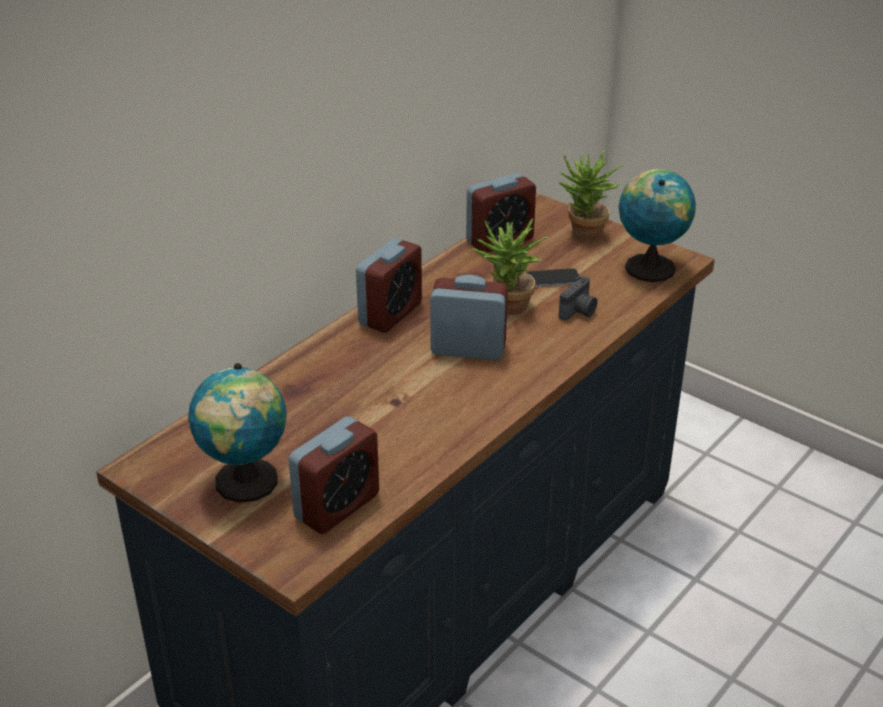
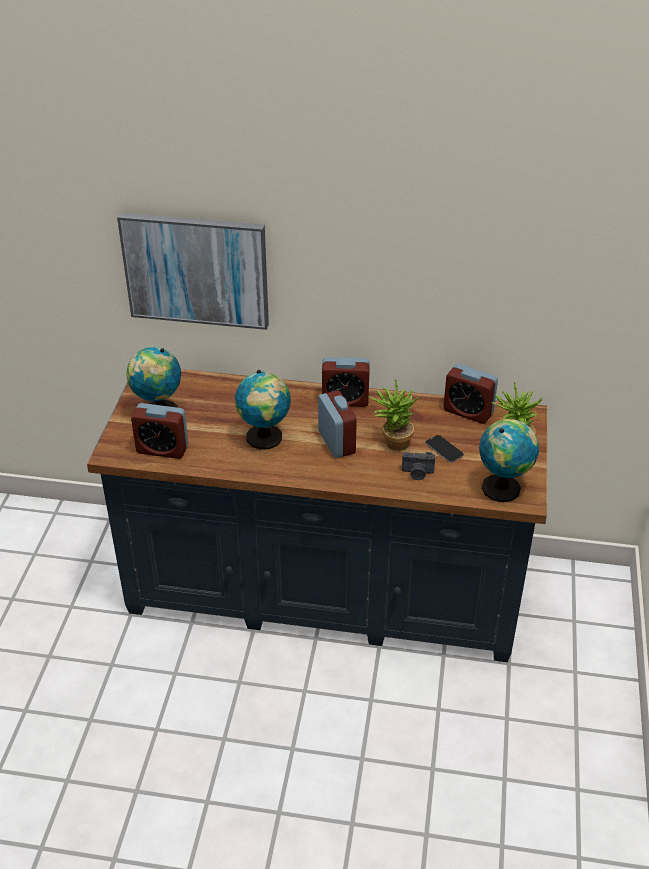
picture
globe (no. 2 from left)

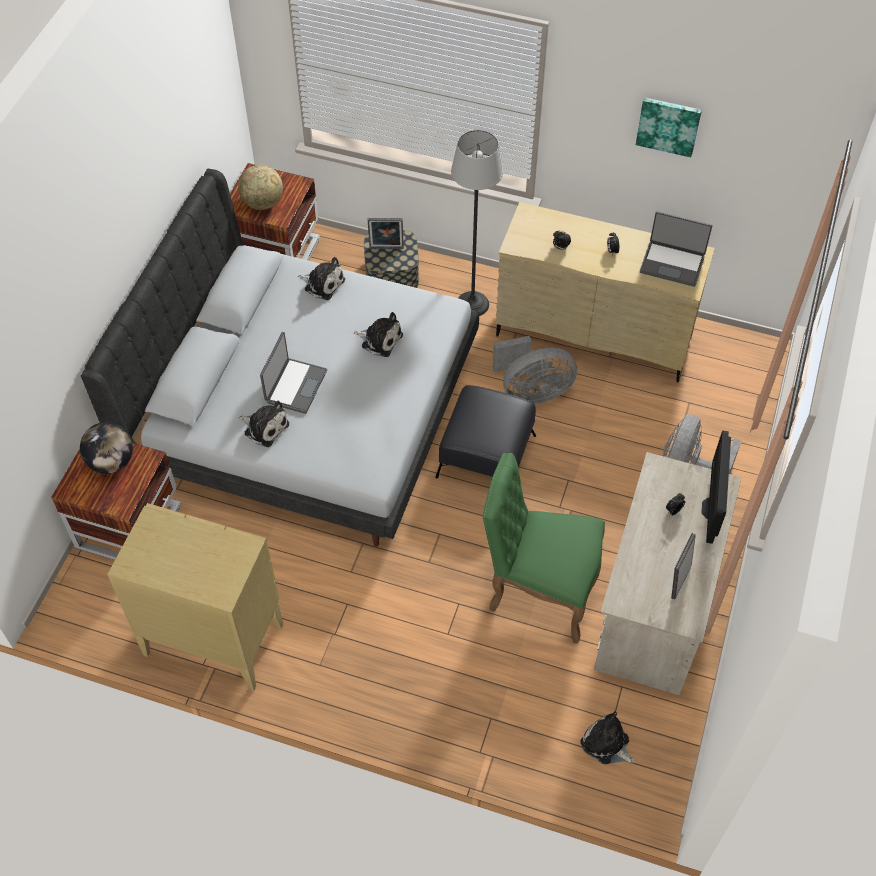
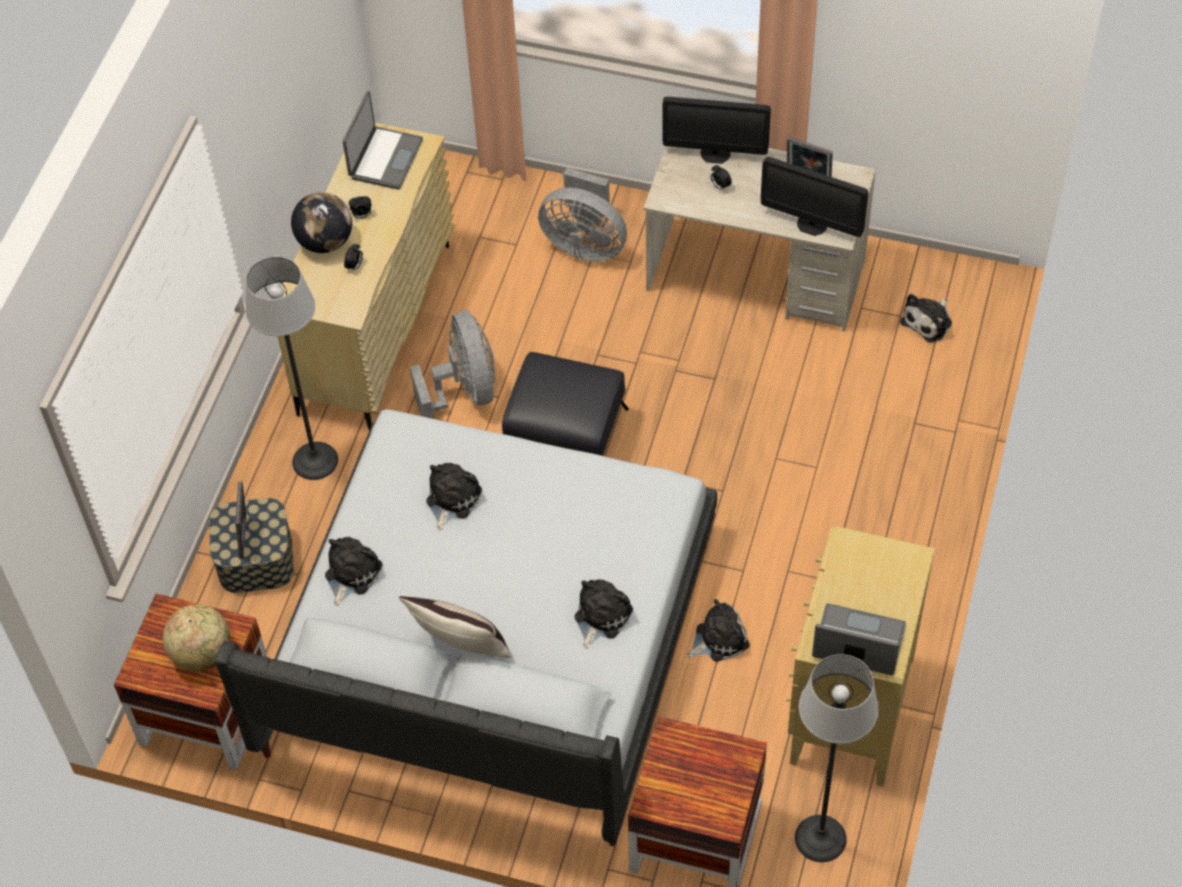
chair/green
picture
pillow
plush toy (no. 4 from left)
monitor (no. 2 from left)
floor lamp (no. 2 from left)
globe (no. 2 from left)
laptop (no. 2 from left)

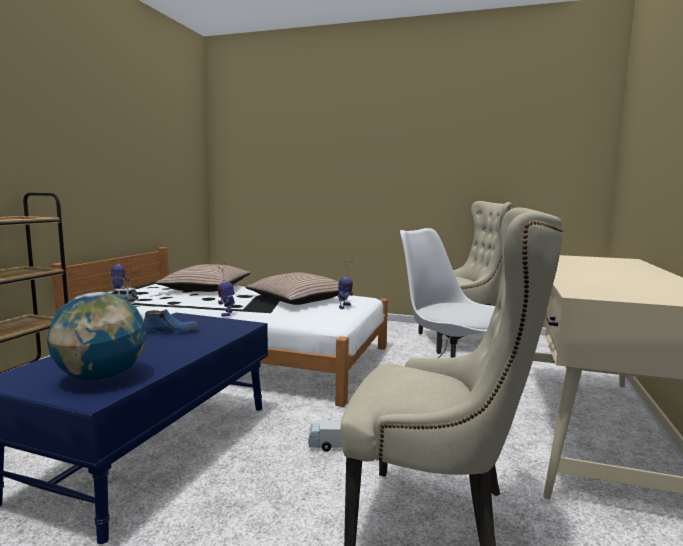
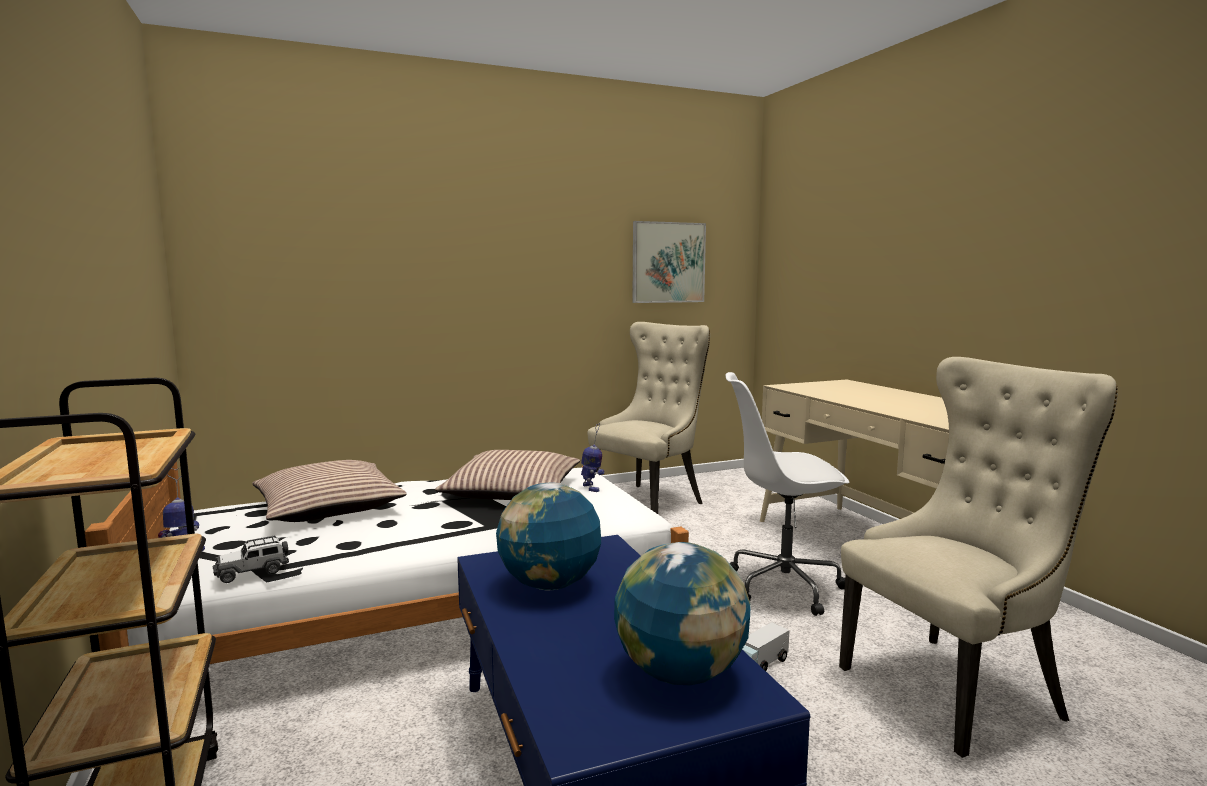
toy robot (no. 2 from left in the first image)
picture
globe (no. 1 from left)

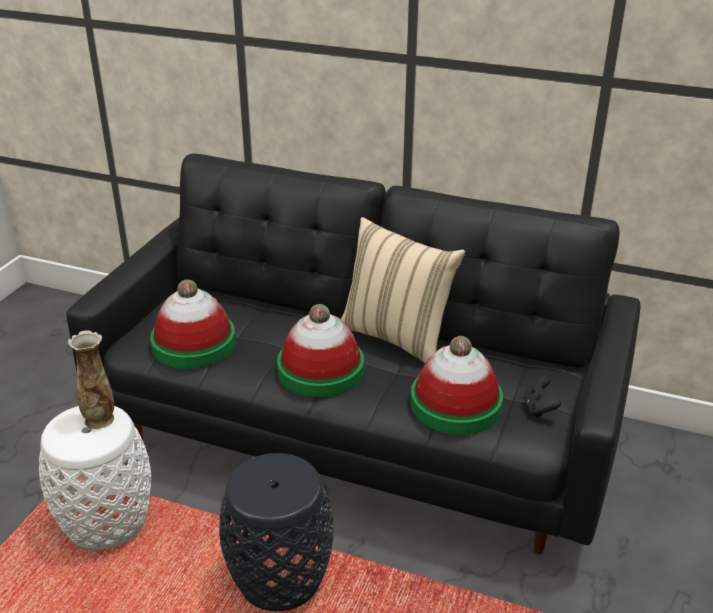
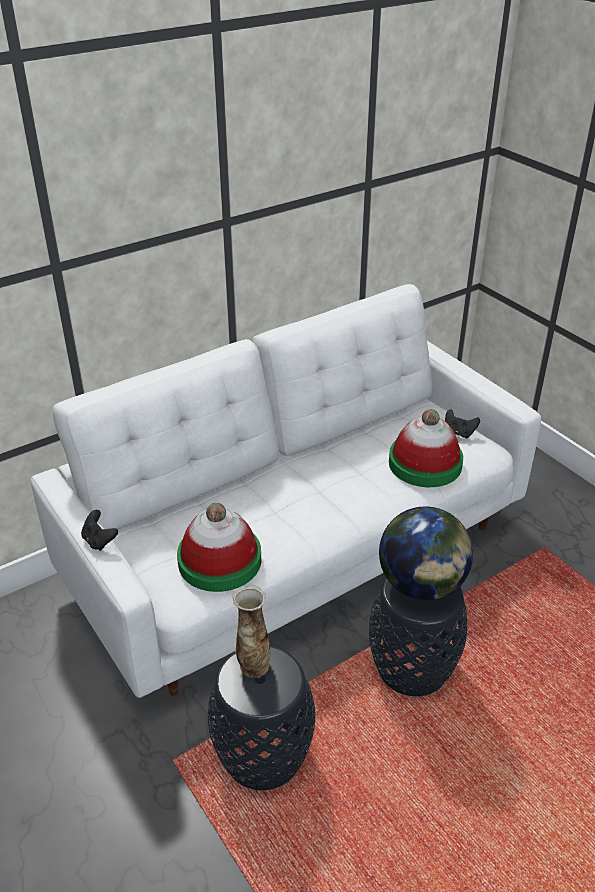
hat (no. 2 from left in the first image)
pillow/beige
game controller/black (no. 1 from left)
globe
stool/black (no. 1 from left)
sofa/white

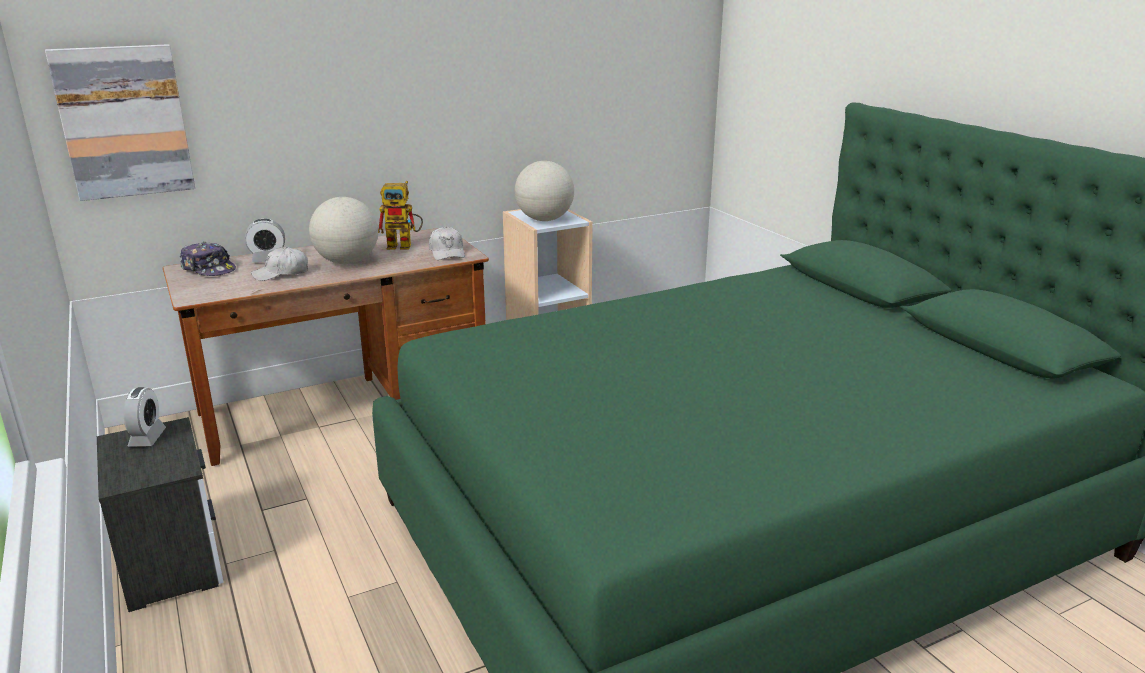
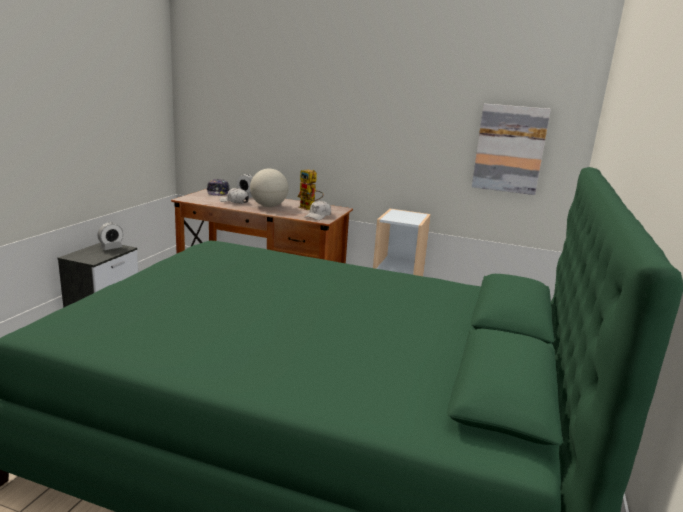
globe (no. 2 from left in the first image)
picture

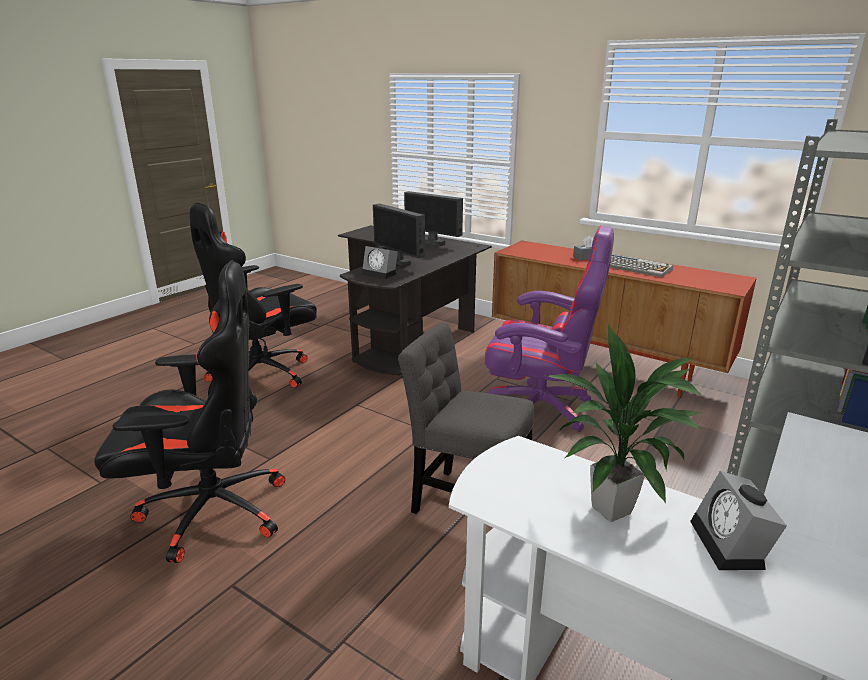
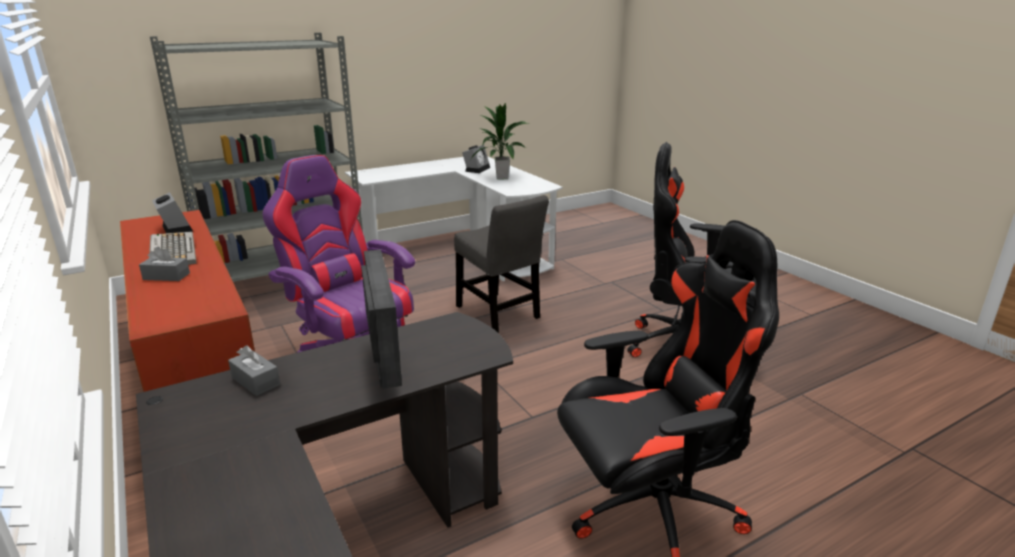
monitor (no. 2 from left in the first image)
tissue box/grey (no. 2 from left)
alarm clock (no. 1 from left)

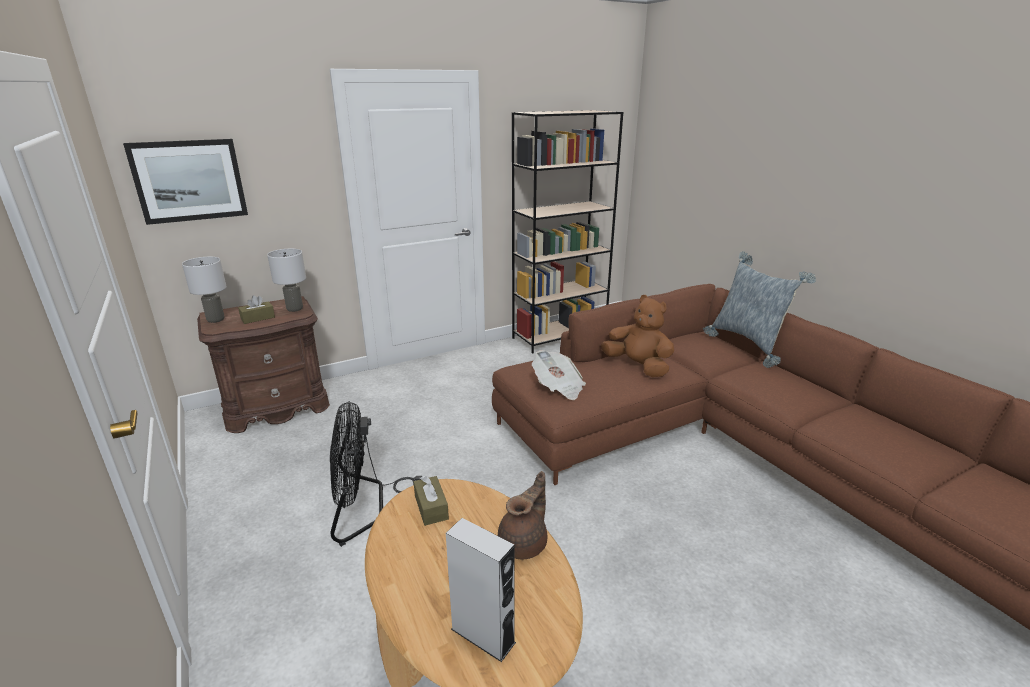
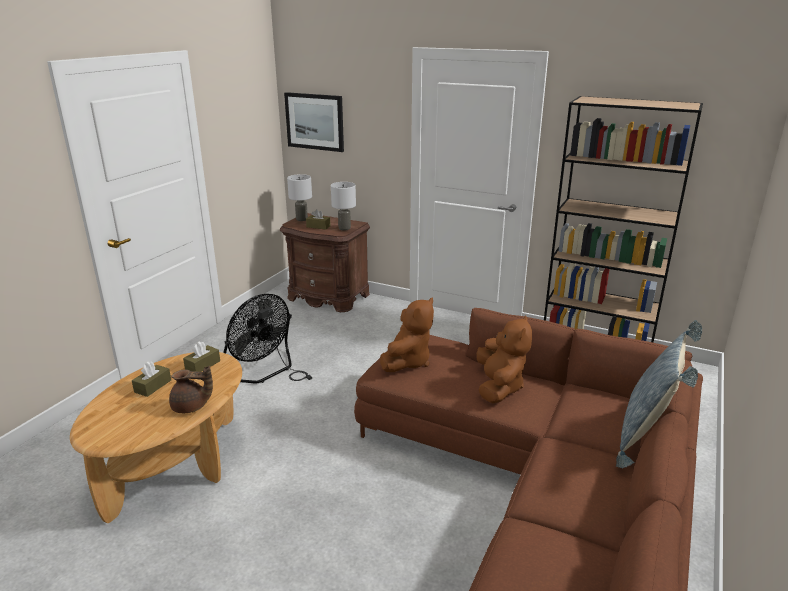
speaker/grey
tissue box/brown (no. 1 from left)
plush toy/brown (no. 1 from left)

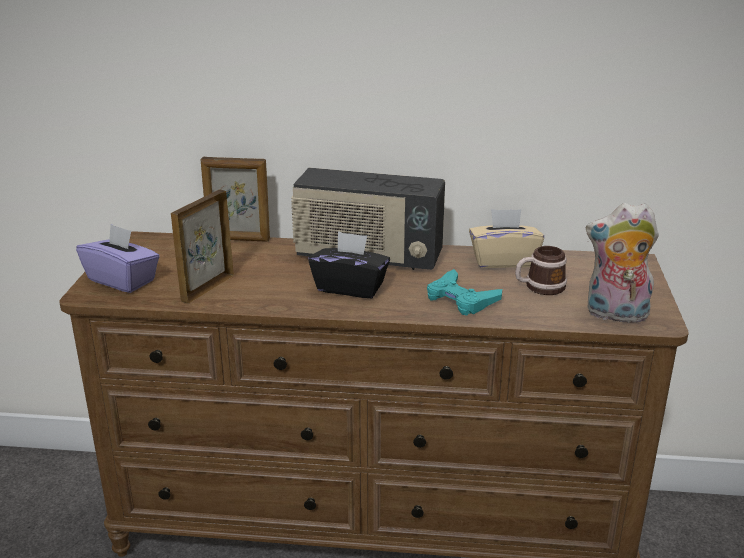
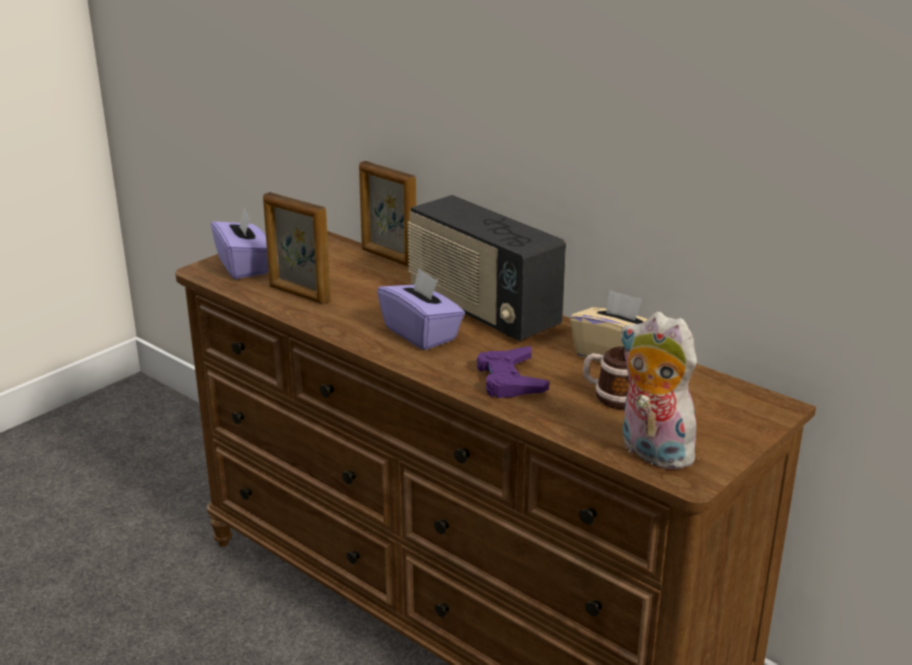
tissue box/purple (no. 2 from left)
game controller/purple
picture frame (no. 1 from left)

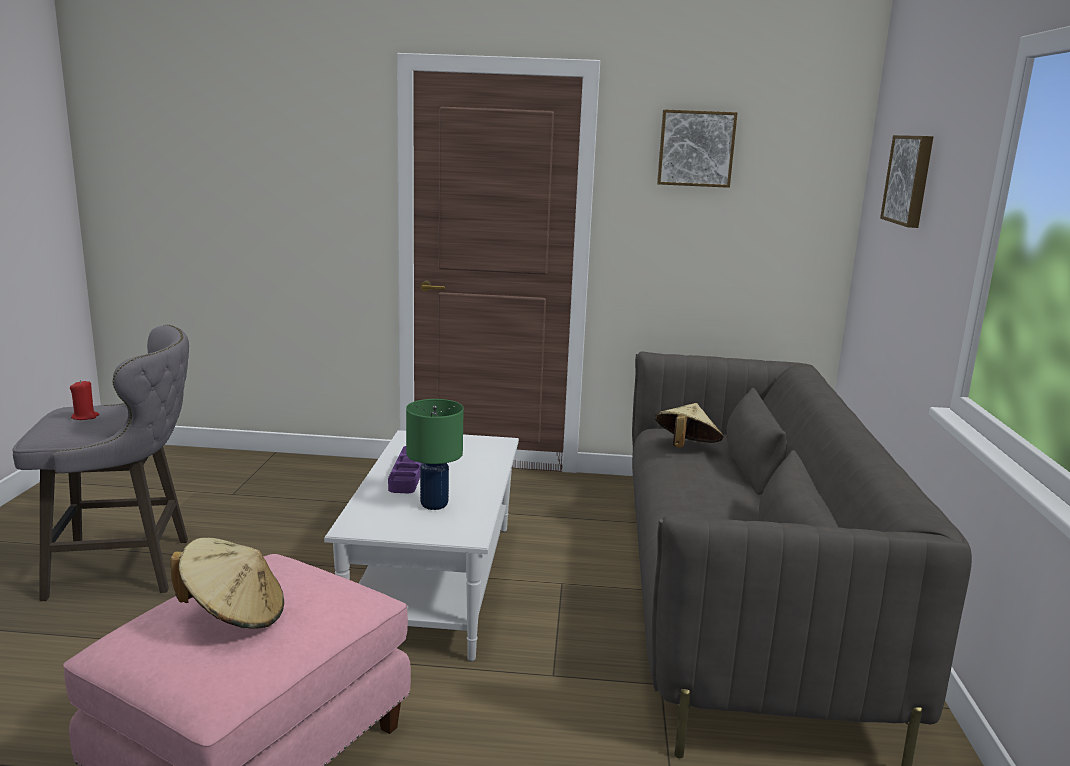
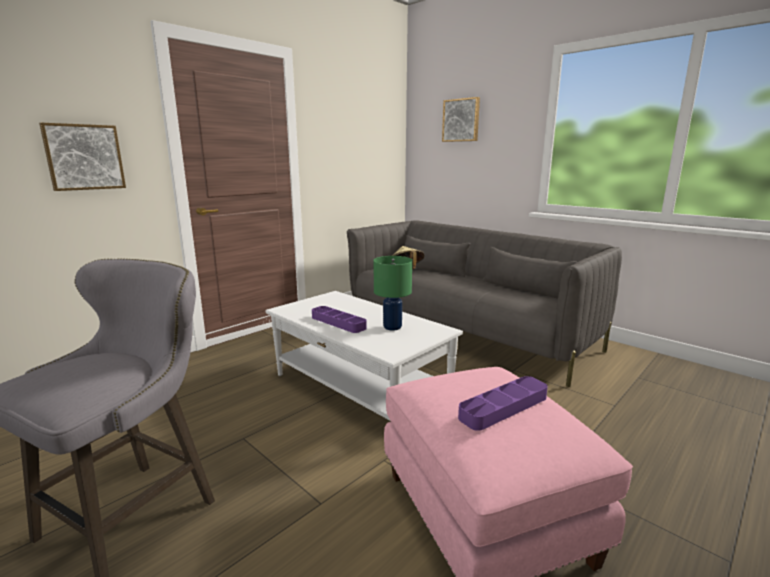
candle/red
picture (no. 1 from left)
tray/purple (no. 2 from left)

